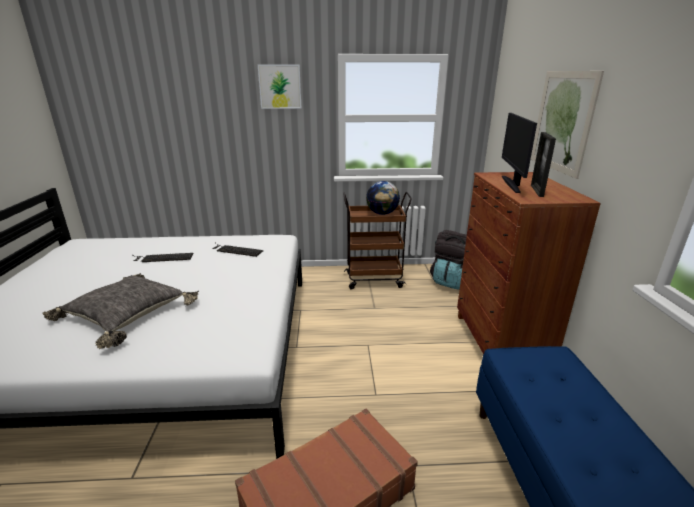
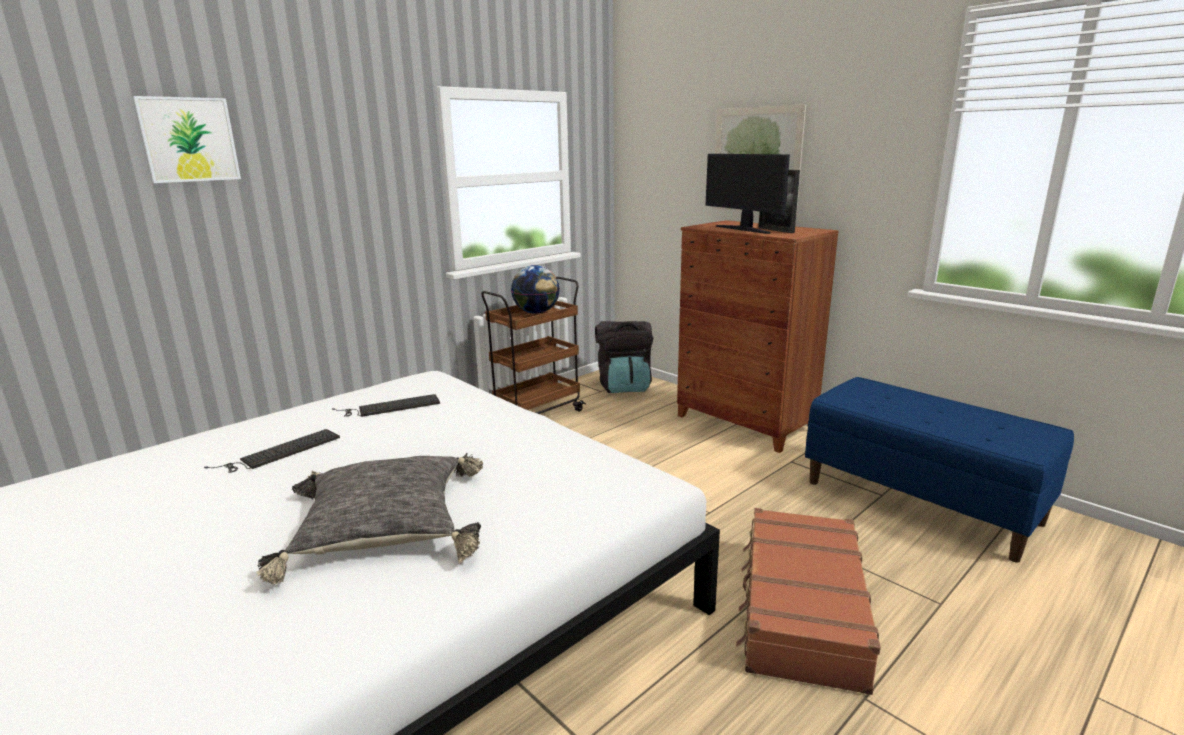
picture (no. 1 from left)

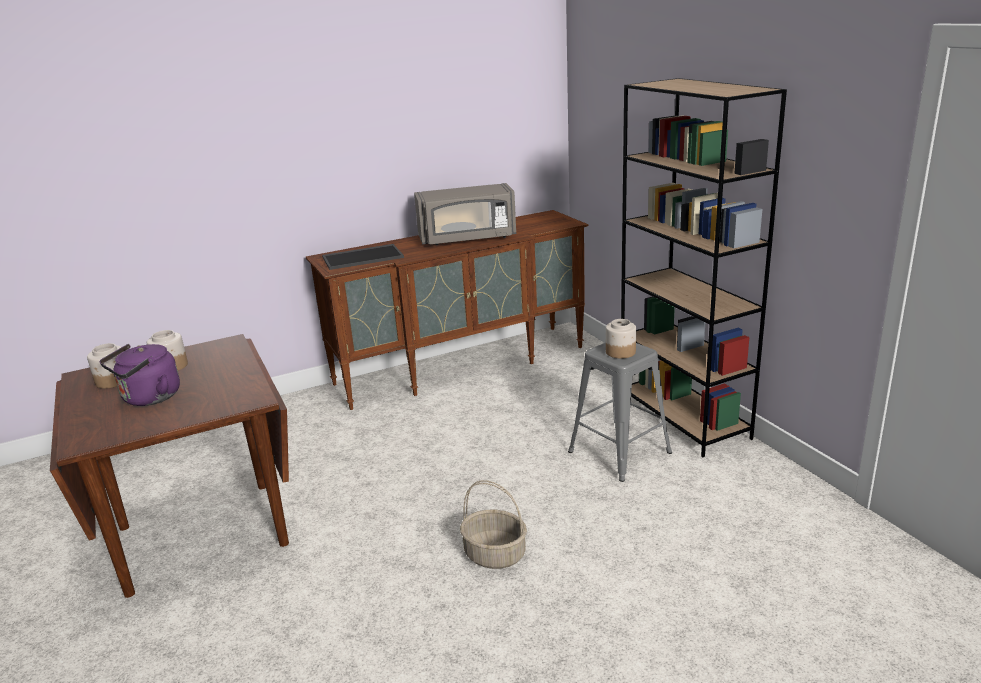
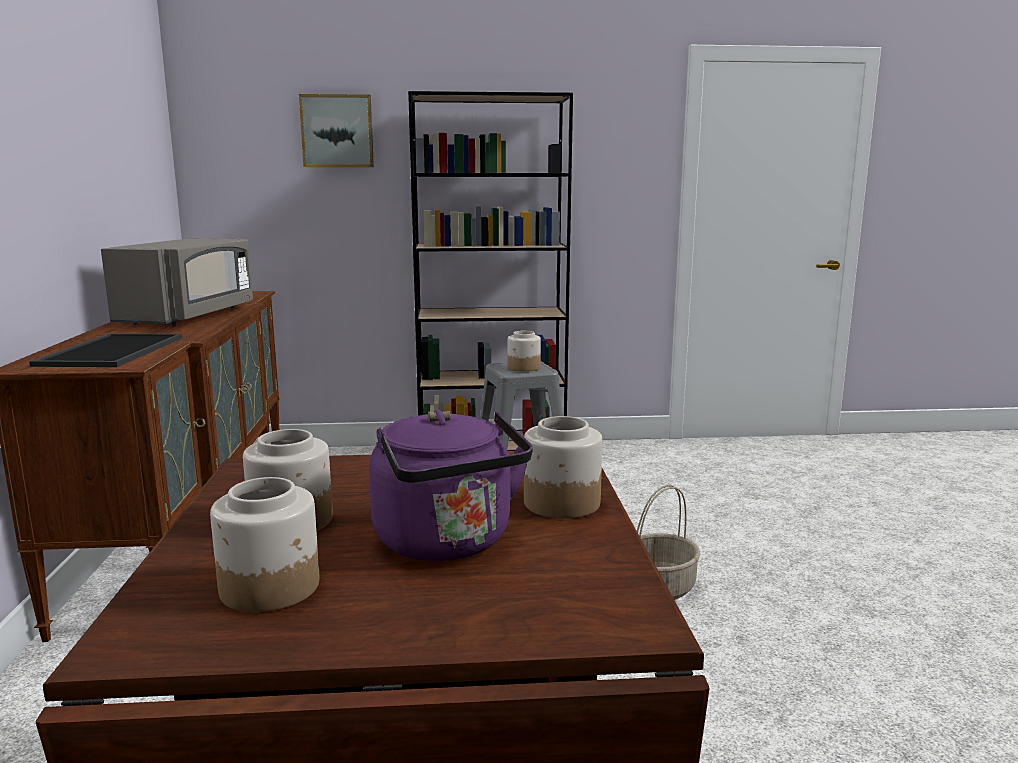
picture
jar (no. 4 from left)

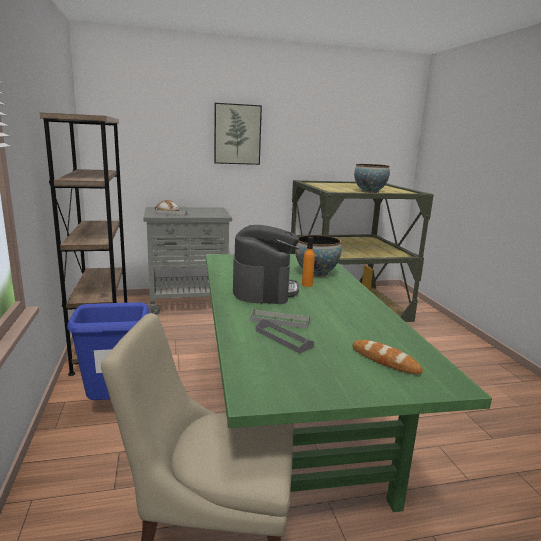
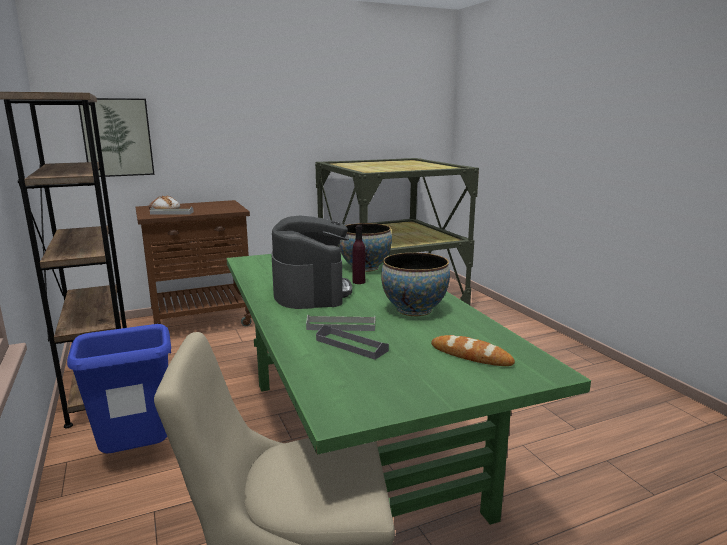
picture
bowl (no. 2 from left)
cart/brown
bottle/purple

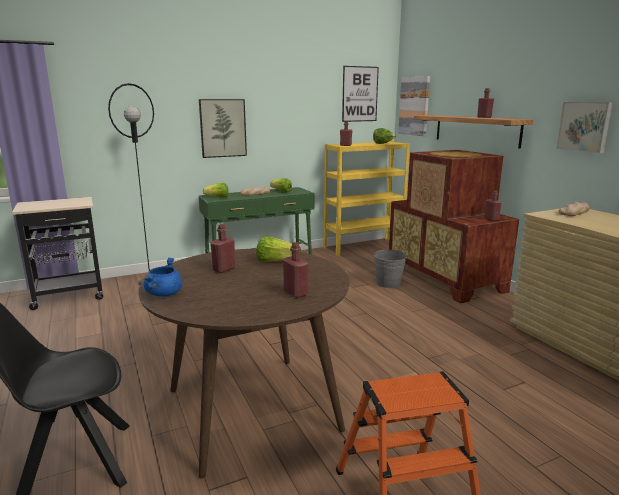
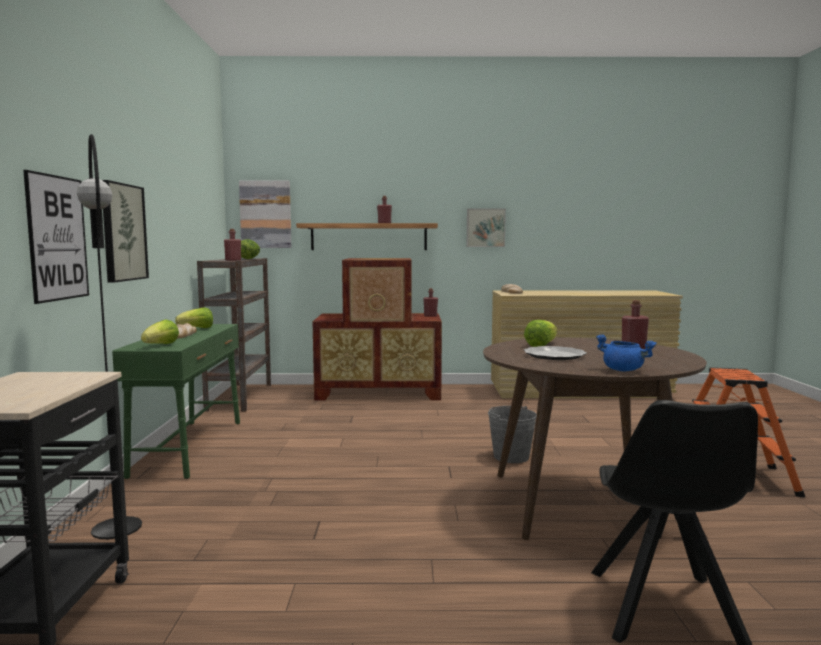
picture (no. 1 from left)
bucket/grey
plate
bookcase/grey

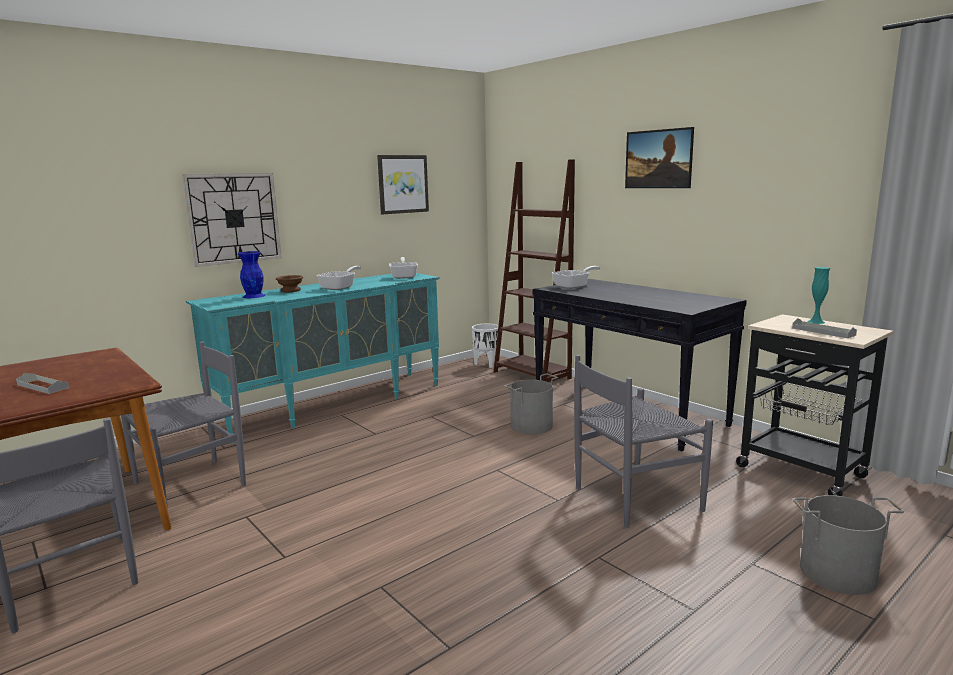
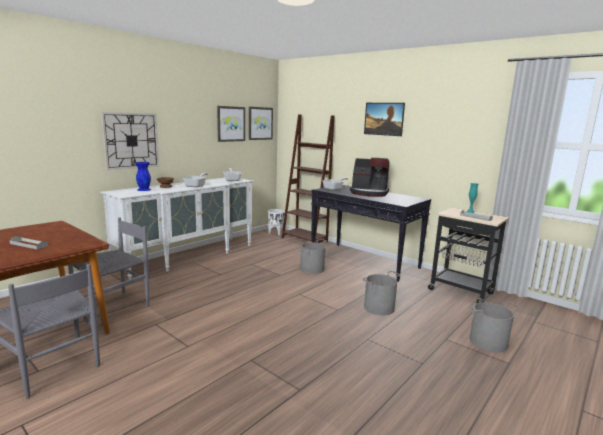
picture (no. 2 from left)
coffee machine
bucket/grey (no. 2 from left)
cabinet/white

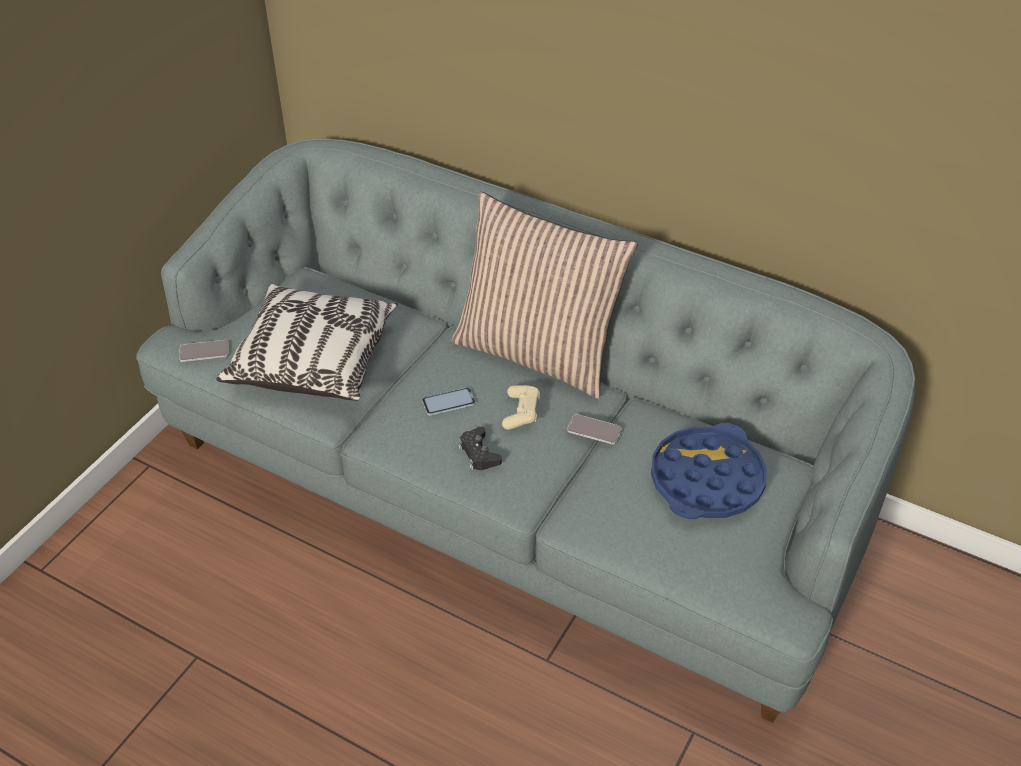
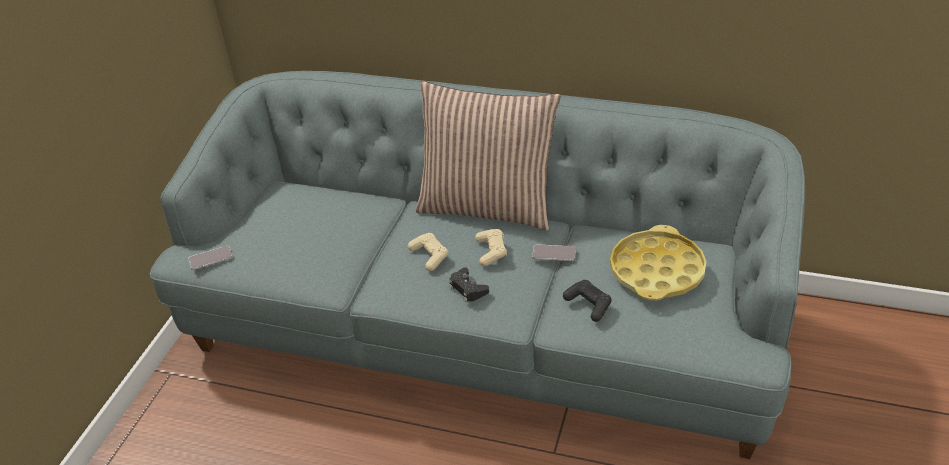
pillow (no. 1 from left in the first image)
game controller/black (no. 2 from left)
game controller/beige (no. 1 from left)
tray/yellow

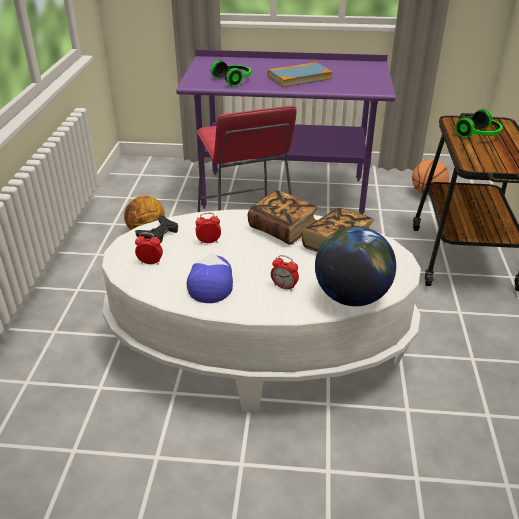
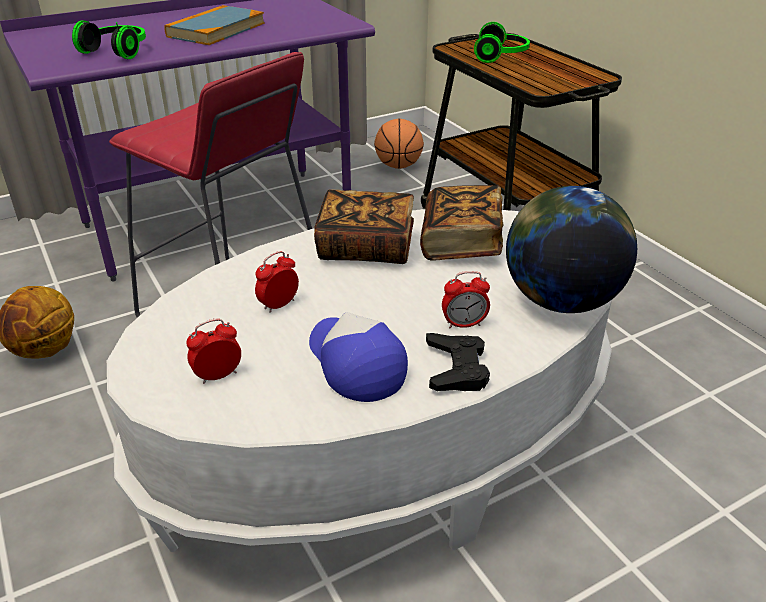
game controller/black

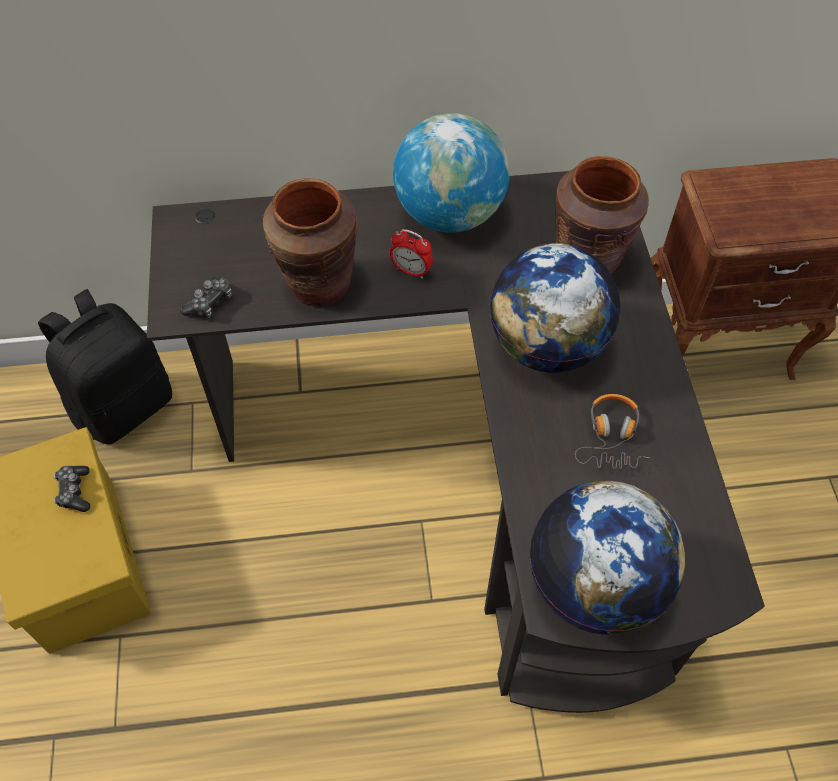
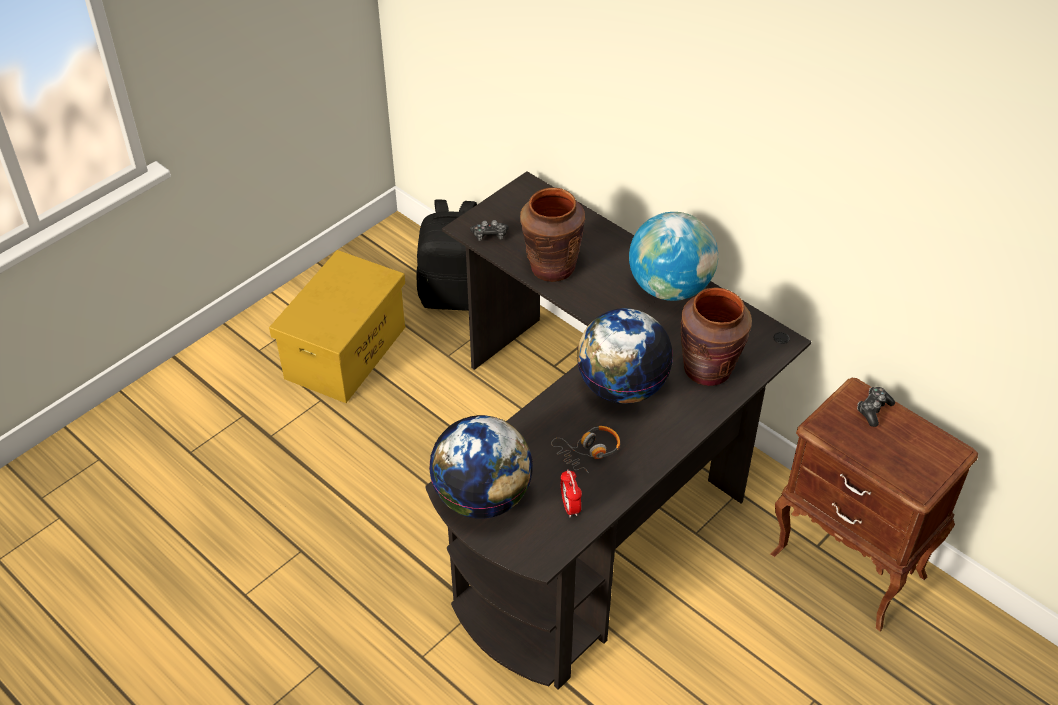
game controller (no. 2 from left)
alarm clock

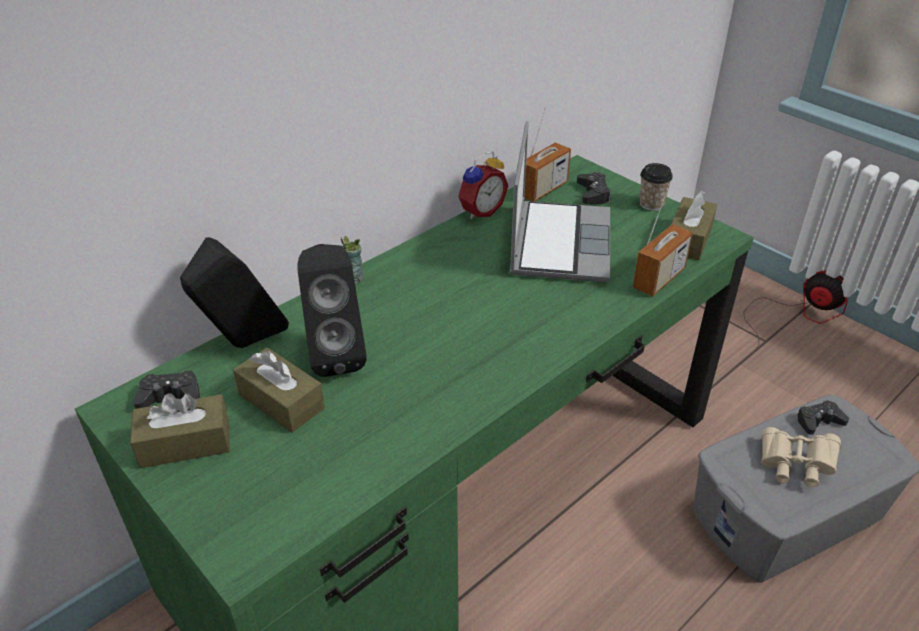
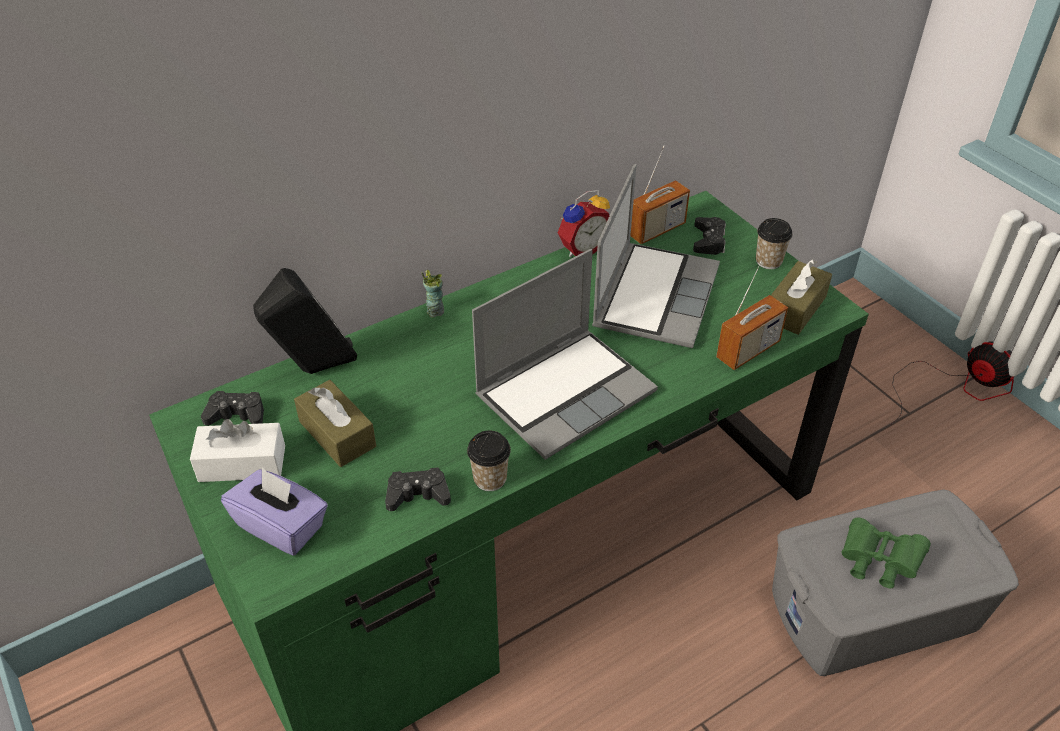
speaker/black (no. 2 from left in the first image)
tissue box/purple
cup (no. 2 from left)
laptop (no. 1 from left)
game controller/black (no. 2 from left)
tissue box/white
binoculars/green

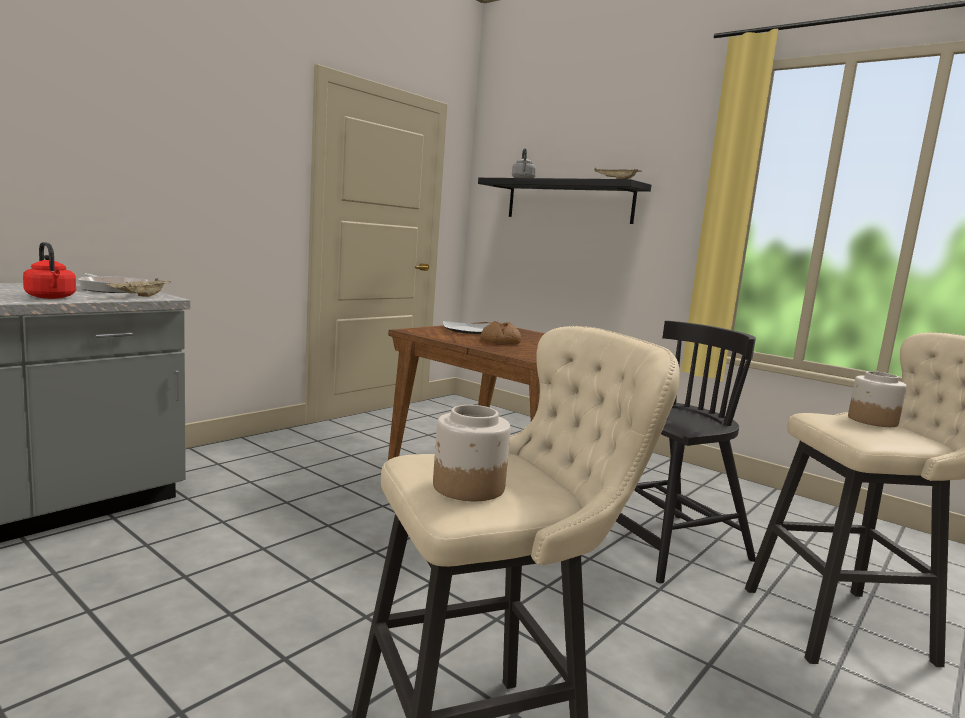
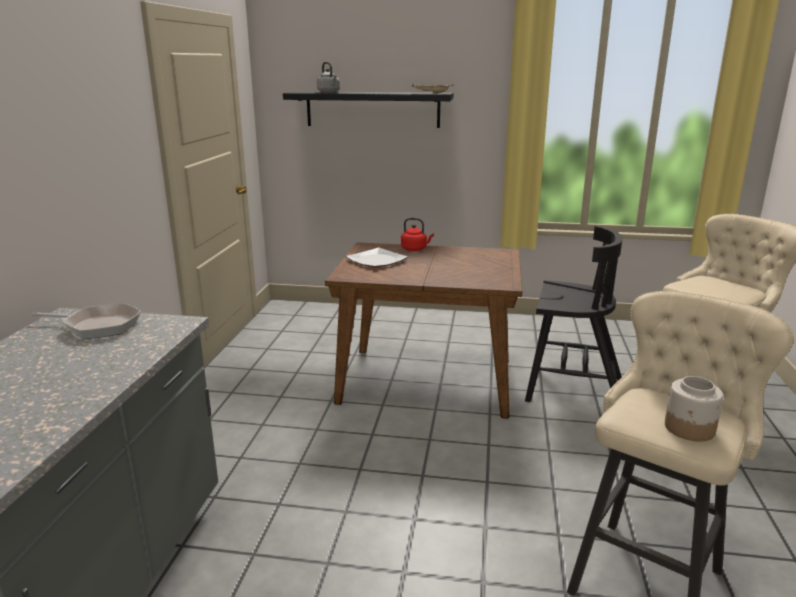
tray/beige (no. 1 from left in the first image)
bread
jar (no. 2 from left in the first image)
kettle/red
chair/black

